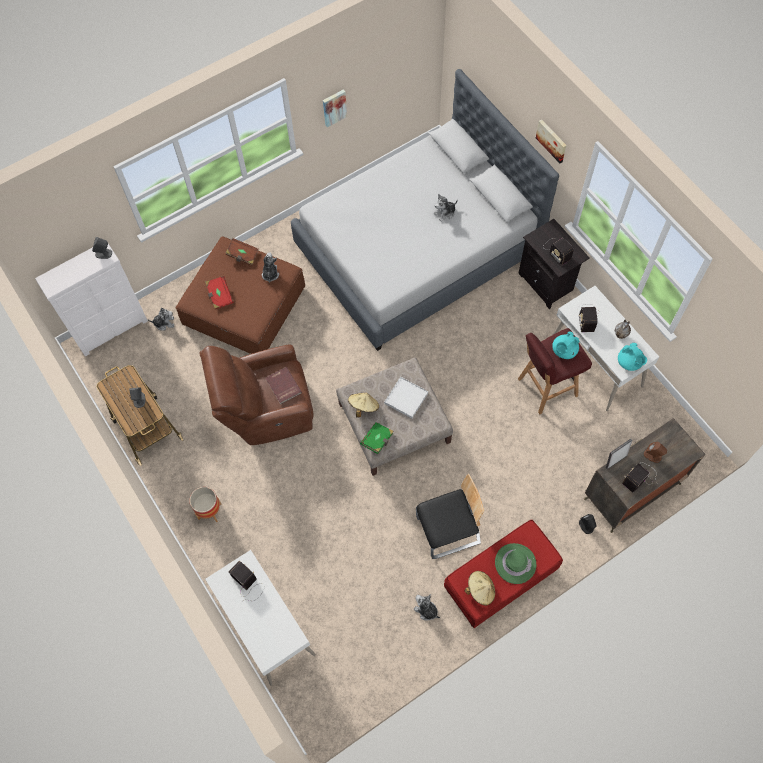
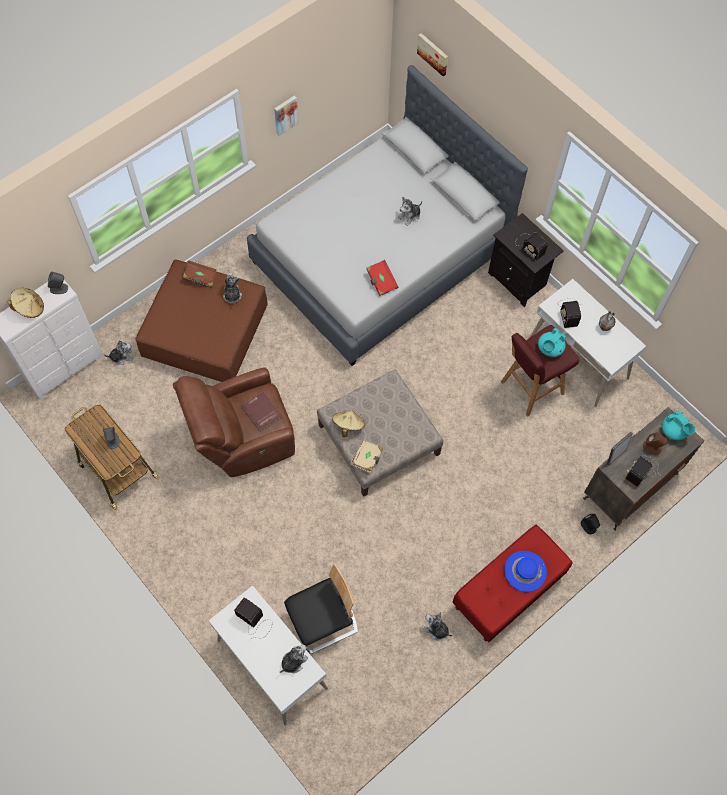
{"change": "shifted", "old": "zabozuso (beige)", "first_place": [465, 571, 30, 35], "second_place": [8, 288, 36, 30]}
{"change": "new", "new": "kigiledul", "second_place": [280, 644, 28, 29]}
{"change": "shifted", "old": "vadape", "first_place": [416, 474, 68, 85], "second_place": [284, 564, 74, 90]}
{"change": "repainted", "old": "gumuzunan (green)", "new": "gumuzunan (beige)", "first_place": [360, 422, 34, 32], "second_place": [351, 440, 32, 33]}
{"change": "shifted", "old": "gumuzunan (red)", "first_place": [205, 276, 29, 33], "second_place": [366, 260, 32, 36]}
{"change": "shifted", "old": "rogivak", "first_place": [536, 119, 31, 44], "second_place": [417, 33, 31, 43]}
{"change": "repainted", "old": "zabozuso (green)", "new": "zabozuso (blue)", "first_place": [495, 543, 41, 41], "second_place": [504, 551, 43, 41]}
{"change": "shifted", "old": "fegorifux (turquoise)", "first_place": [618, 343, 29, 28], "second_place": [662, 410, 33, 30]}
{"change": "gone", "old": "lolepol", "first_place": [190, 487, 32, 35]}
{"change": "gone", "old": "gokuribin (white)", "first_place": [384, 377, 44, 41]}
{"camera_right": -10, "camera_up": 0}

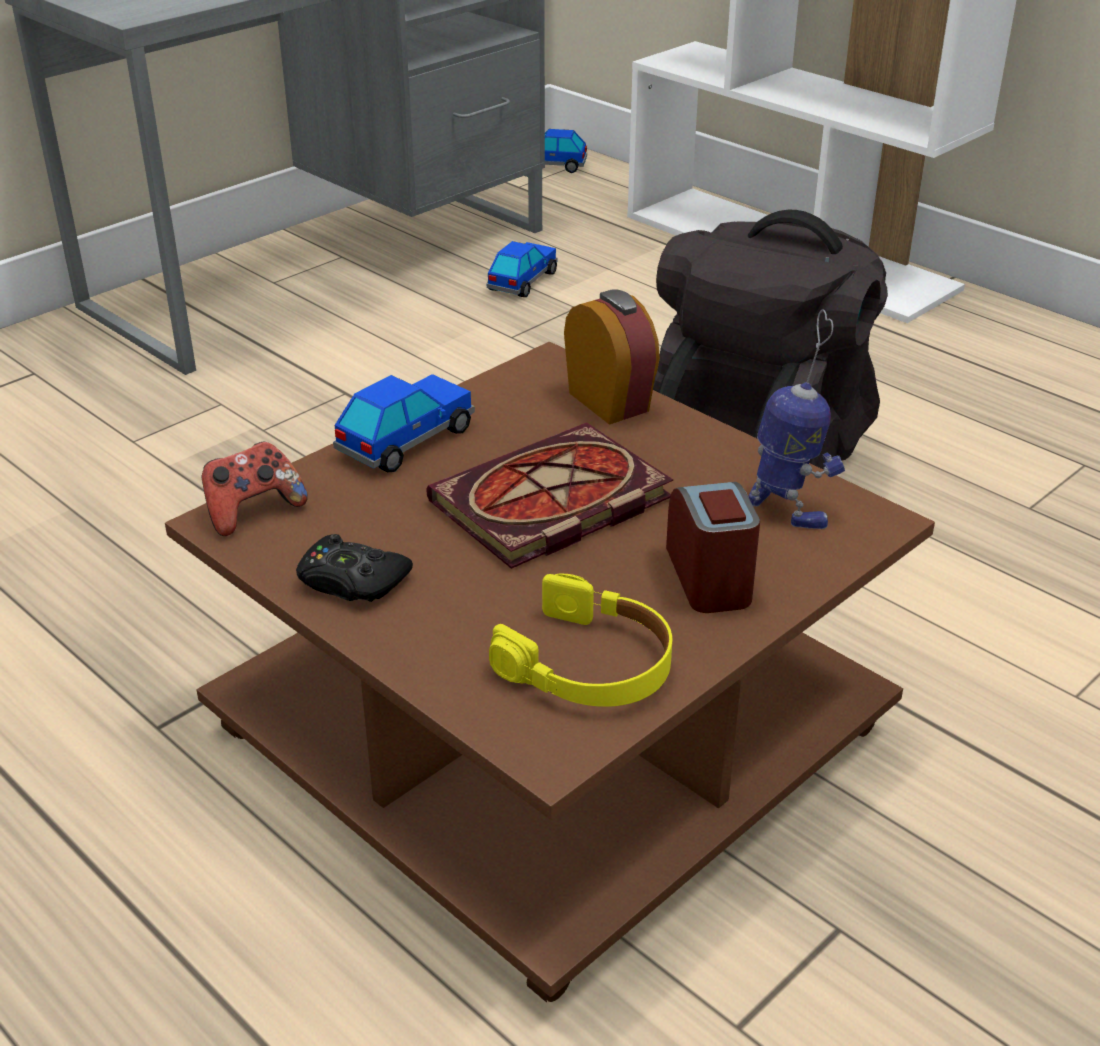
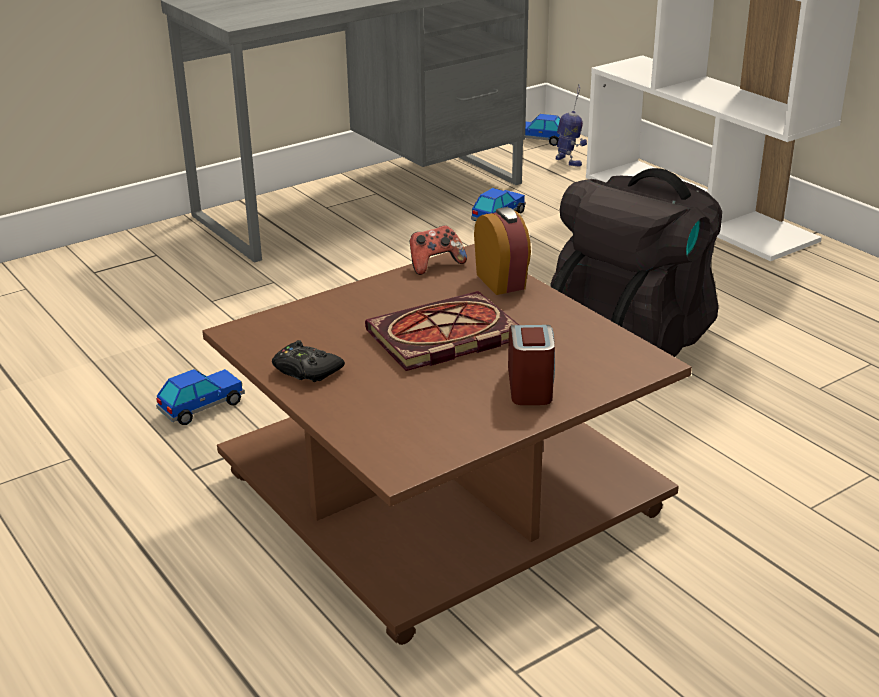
{"change": "shifted", "old": "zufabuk", "first_place": [333, 374, 142, 98], "second_place": [156, 369, 89, 56]}
{"change": "shifted", "old": "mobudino", "first_place": [202, 441, 106, 95], "second_place": [410, 225, 57, 50]}
{"change": "shifted", "old": "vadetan", "first_place": [748, 309, 97, 220], "second_place": [556, 85, 31, 81]}
{"change": "gone", "old": "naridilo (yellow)", "first_place": [489, 574, 183, 133]}
{"camera_right": 10, "camera_up": -5}

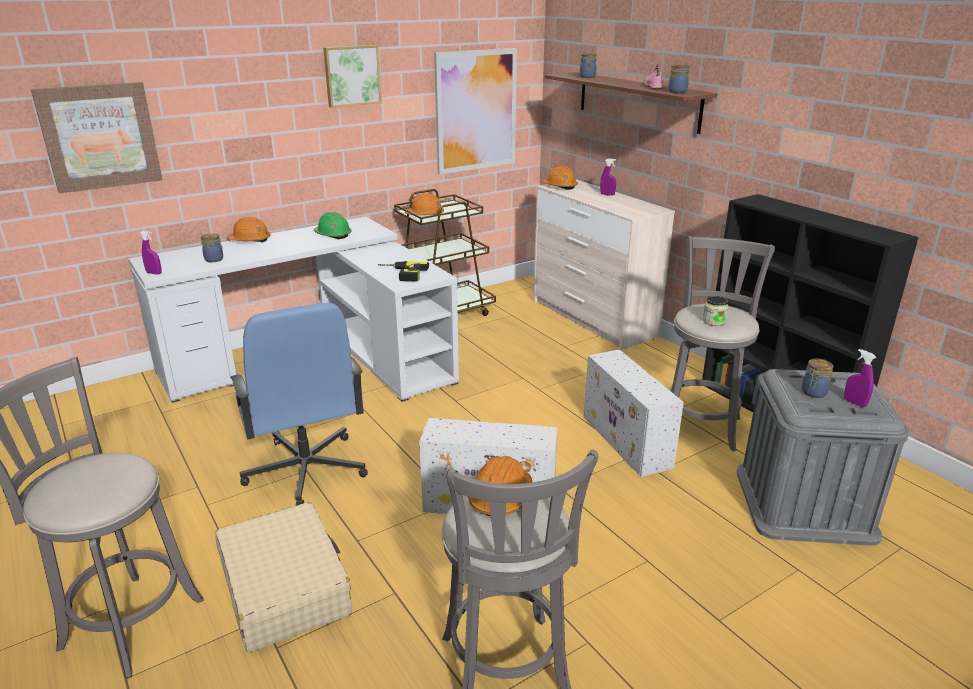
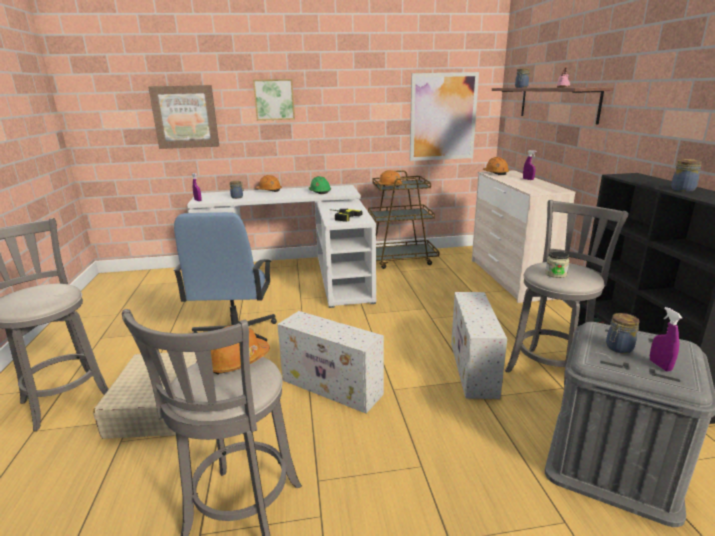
{"change": "shifted", "old": "rogivak", "first_place": [323, 45, 59, 63], "second_place": [253, 79, 42, 42]}
{"change": "shifted", "old": "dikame", "first_place": [668, 64, 22, 29], "second_place": [671, 159, 31, 33]}
{"camera_right": 25, "camera_up": -5}

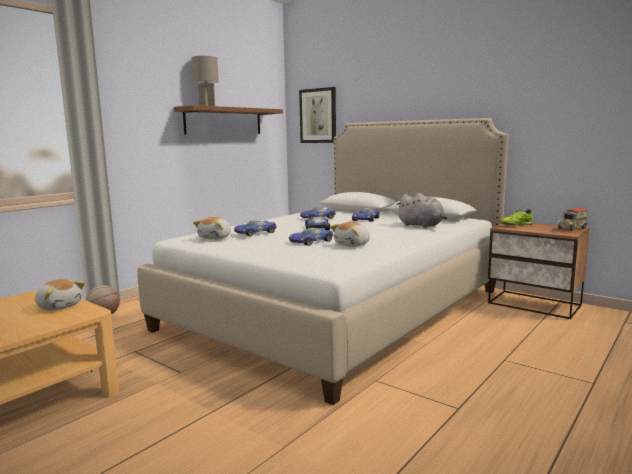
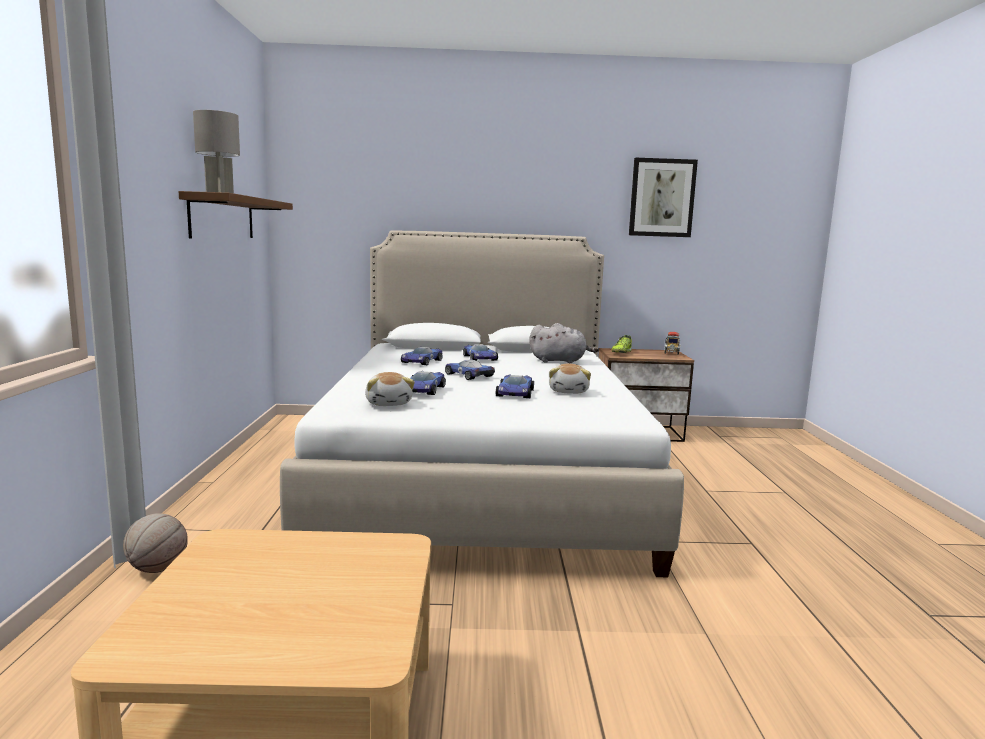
{"change": "shifted", "old": "rogivak", "first_place": [299, 87, 37, 56], "second_place": [629, 158, 69, 79]}
{"change": "gone", "old": "kigiledul", "first_place": [35, 279, 50, 31]}
{"camera_right": -40, "camera_up": 0}

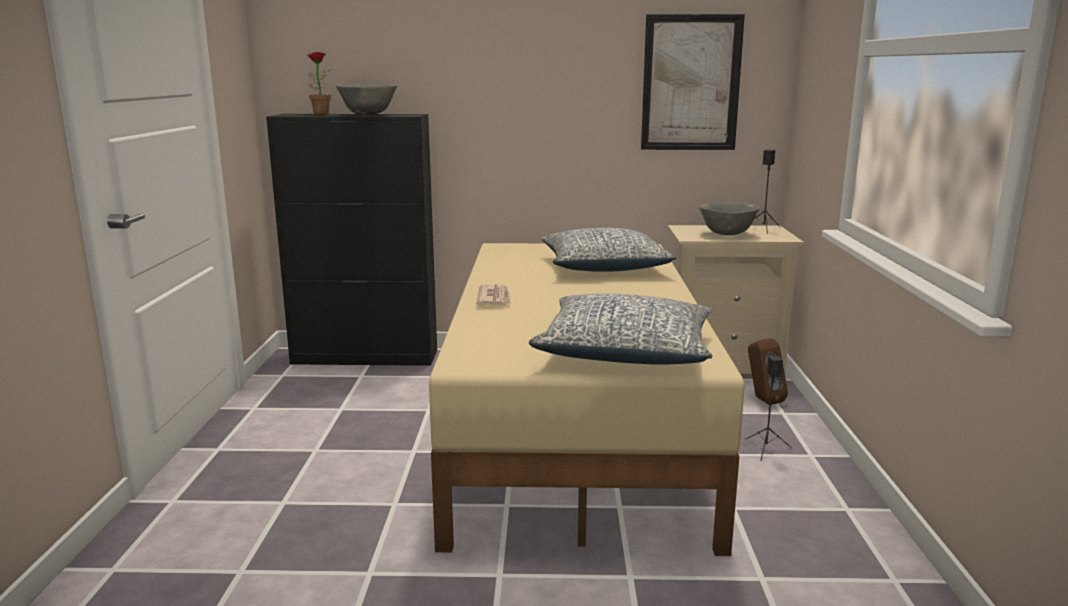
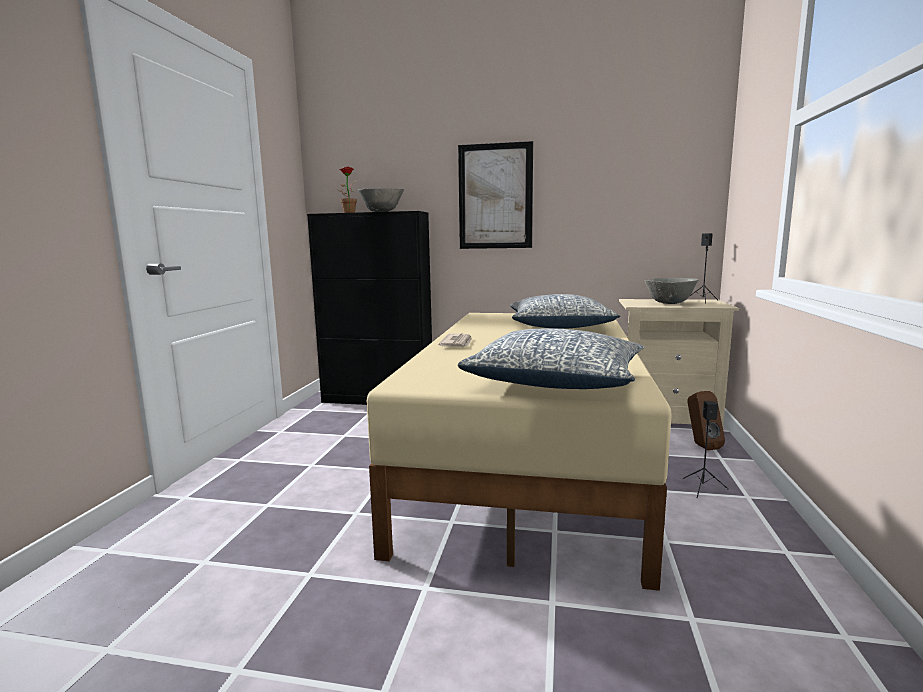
{"change": "shifted", "old": "rogivak", "first_place": [641, 14, 104, 136], "second_place": [458, 141, 75, 108]}
{"camera_right": 10, "camera_up": -5}

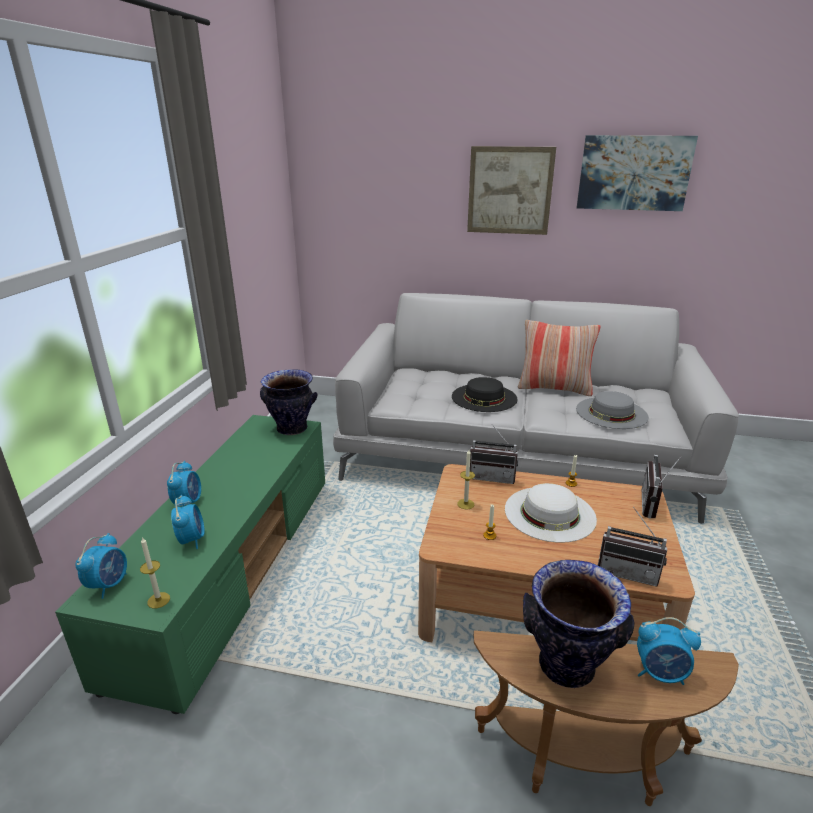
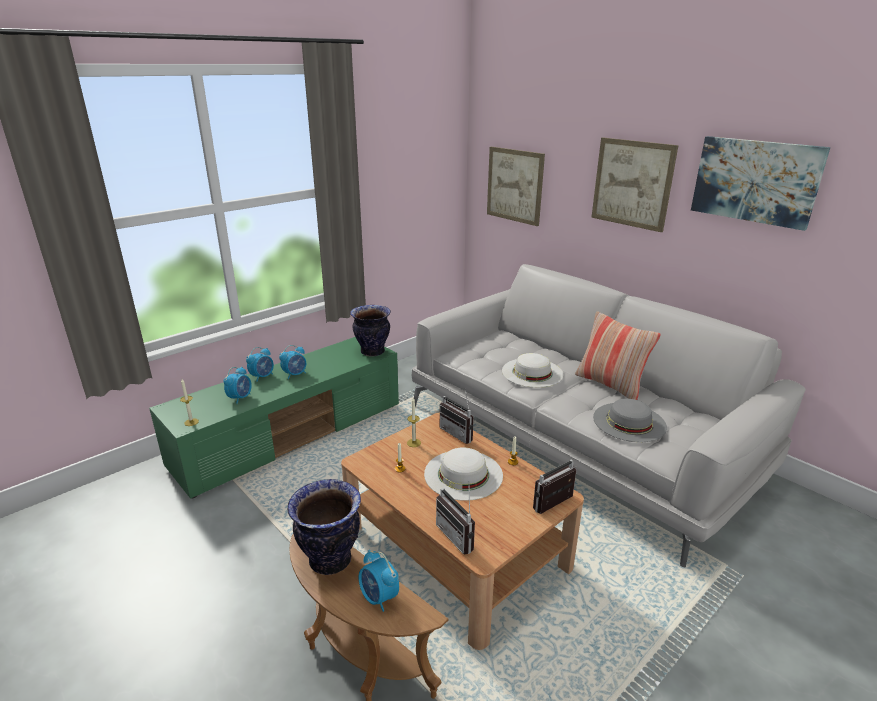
{"change": "shifted", "old": "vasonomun", "first_place": [75, 533, 52, 66], "second_place": [279, 345, 27, 35]}
{"change": "new", "new": "rogivak", "second_place": [487, 147, 58, 79]}
{"change": "repainted", "old": "zabozuso (black)", "new": "zabozuso (white)", "first_place": [452, 377, 66, 35], "second_place": [502, 353, 62, 35]}
{"camera_right": 35, "camera_up": 0}

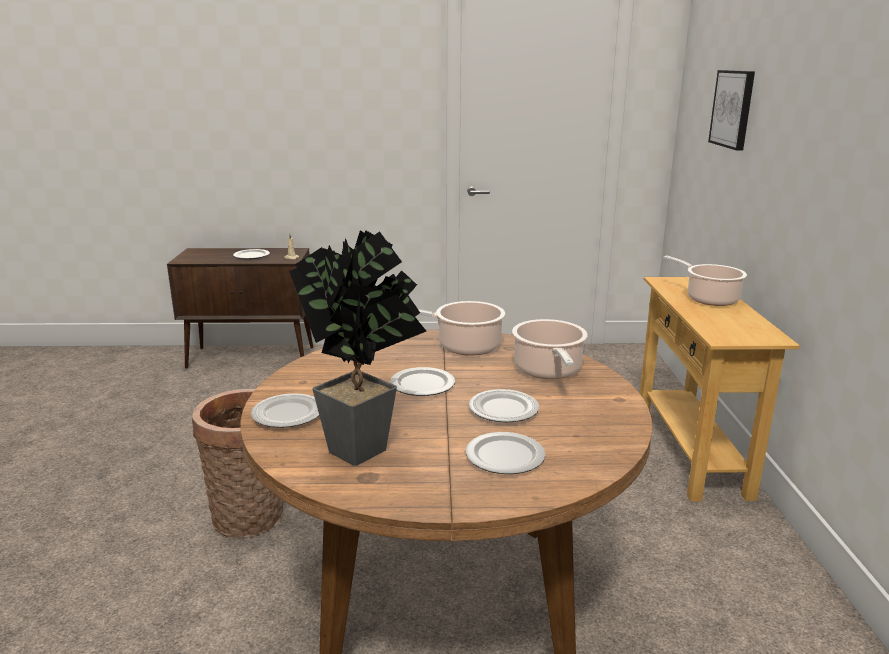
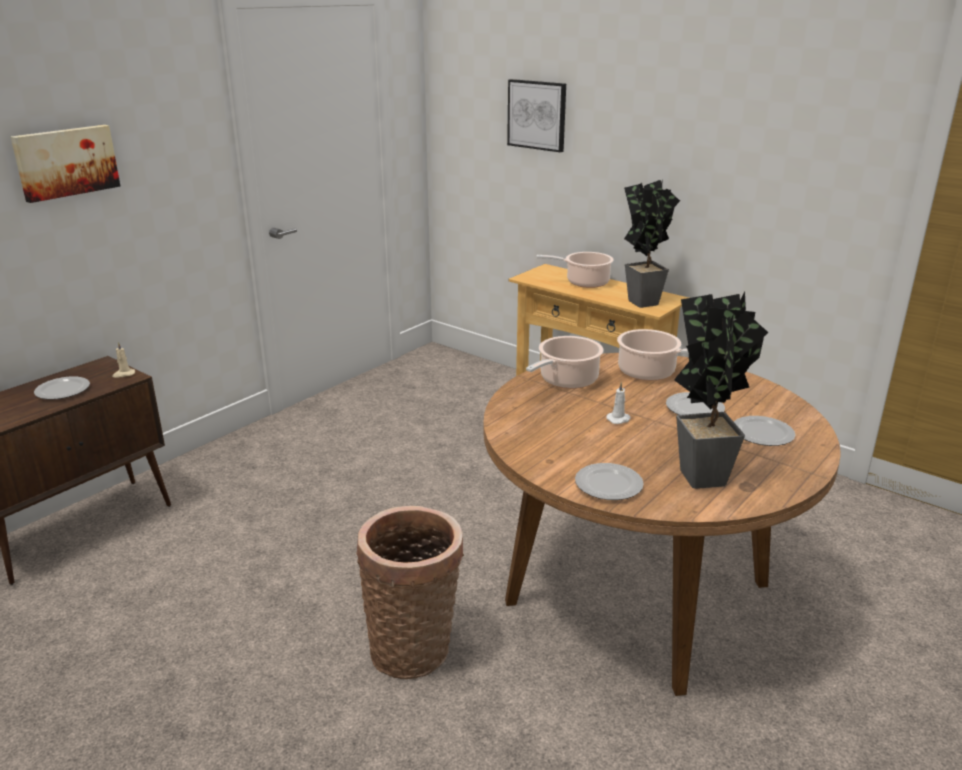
{"change": "new", "new": "rogivak", "second_place": [11, 125, 109, 78]}
{"change": "swapped", "old": "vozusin", "new": "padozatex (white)", "first_place": [390, 367, 65, 29], "second_place": [606, 382, 25, 42]}
{"change": "new", "new": "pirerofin", "second_place": [624, 180, 56, 128]}
{"camera_right": -50, "camera_up": 5}

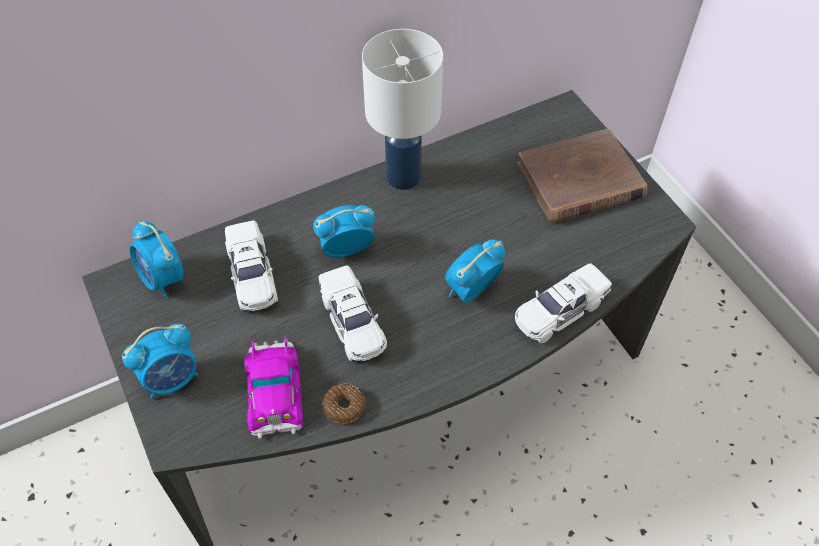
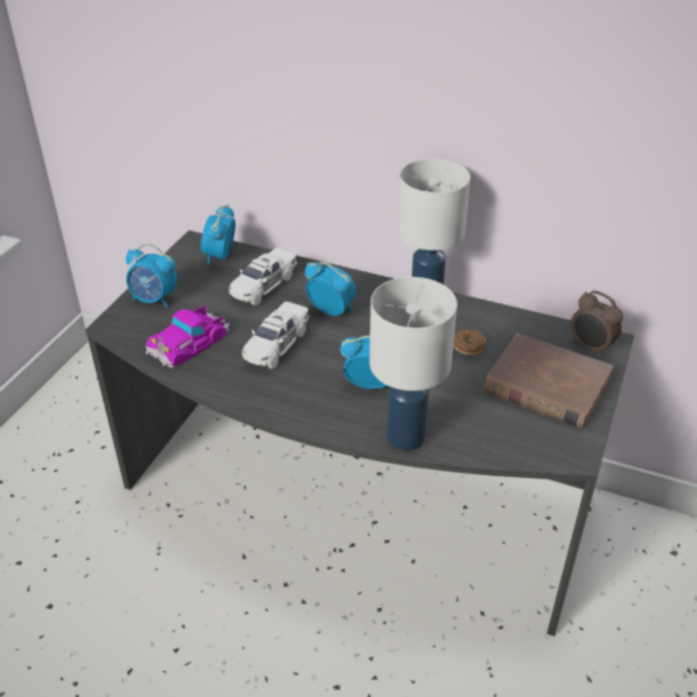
{"change": "swapped", "old": "zufabuk (white)", "new": "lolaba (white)", "first_place": [515, 263, 97, 81], "second_place": [370, 277, 87, 174]}
{"change": "shifted", "old": "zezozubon", "first_place": [322, 383, 43, 41], "second_place": [453, 329, 34, 26]}
{"change": "new", "new": "vasonomun", "second_place": [571, 290, 52, 66]}
{"camera_right": 50, "camera_up": -15}

